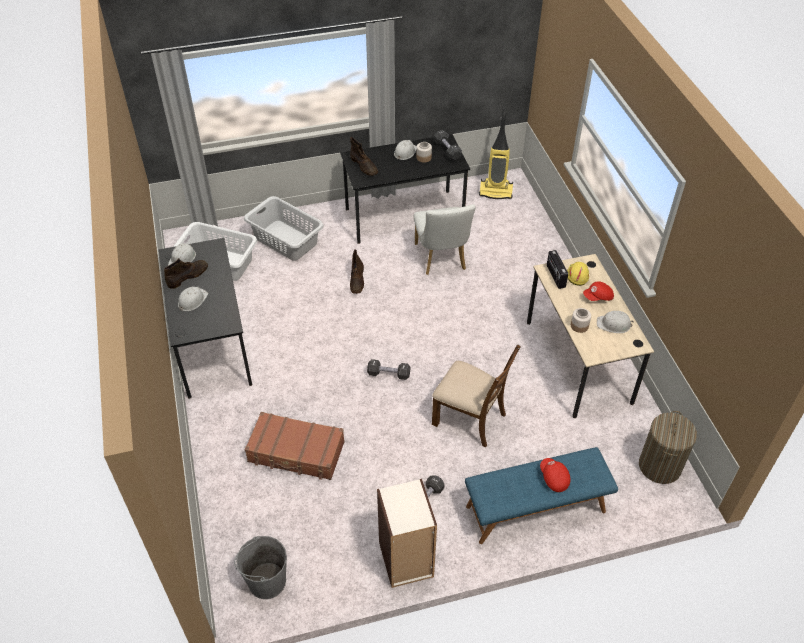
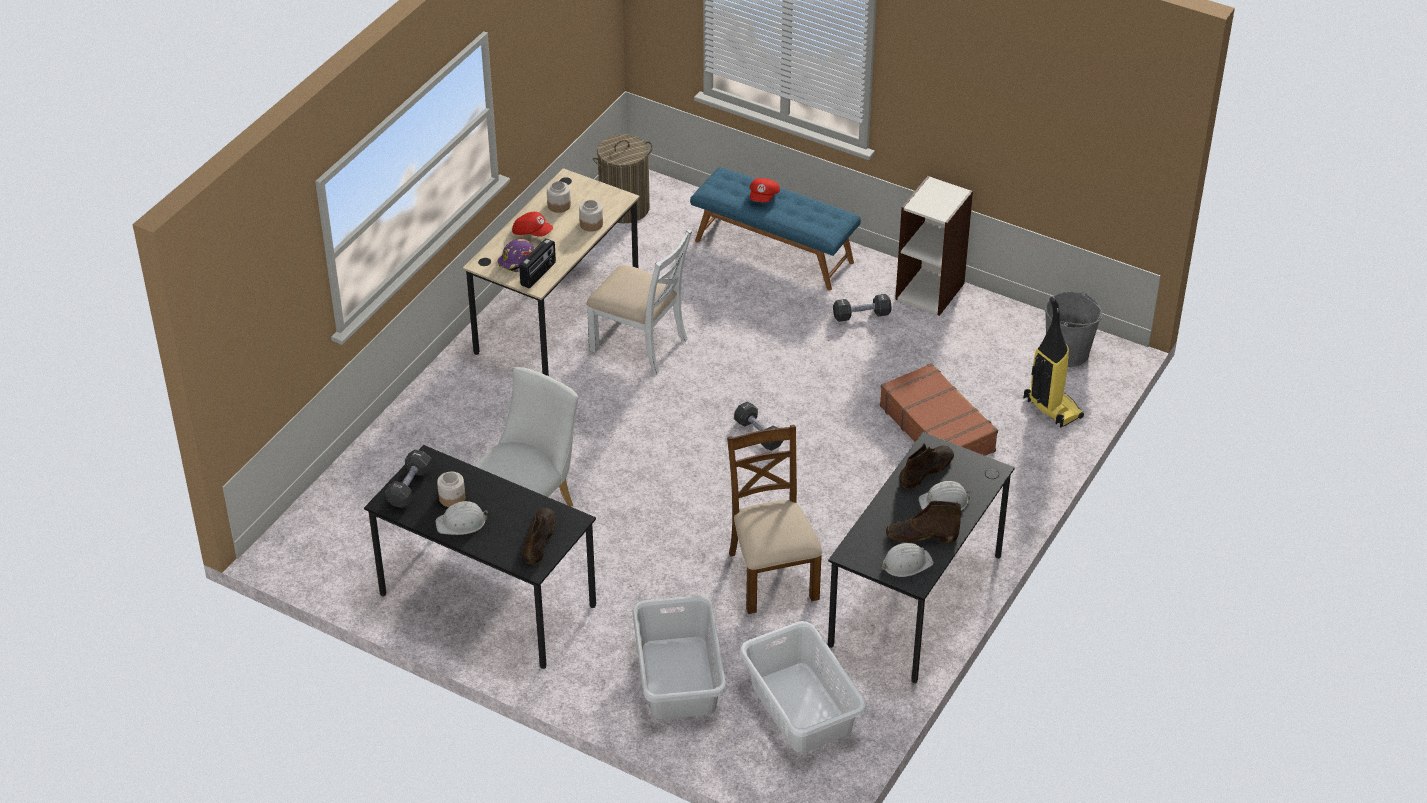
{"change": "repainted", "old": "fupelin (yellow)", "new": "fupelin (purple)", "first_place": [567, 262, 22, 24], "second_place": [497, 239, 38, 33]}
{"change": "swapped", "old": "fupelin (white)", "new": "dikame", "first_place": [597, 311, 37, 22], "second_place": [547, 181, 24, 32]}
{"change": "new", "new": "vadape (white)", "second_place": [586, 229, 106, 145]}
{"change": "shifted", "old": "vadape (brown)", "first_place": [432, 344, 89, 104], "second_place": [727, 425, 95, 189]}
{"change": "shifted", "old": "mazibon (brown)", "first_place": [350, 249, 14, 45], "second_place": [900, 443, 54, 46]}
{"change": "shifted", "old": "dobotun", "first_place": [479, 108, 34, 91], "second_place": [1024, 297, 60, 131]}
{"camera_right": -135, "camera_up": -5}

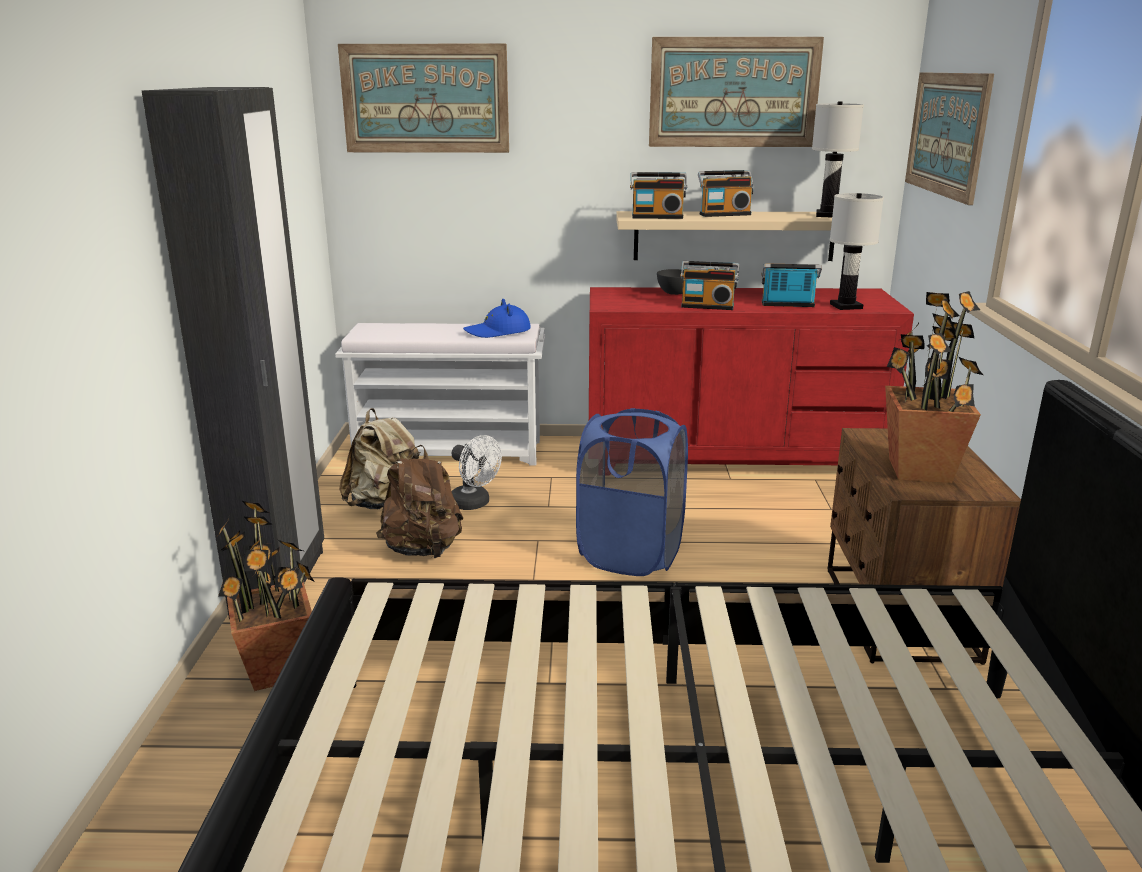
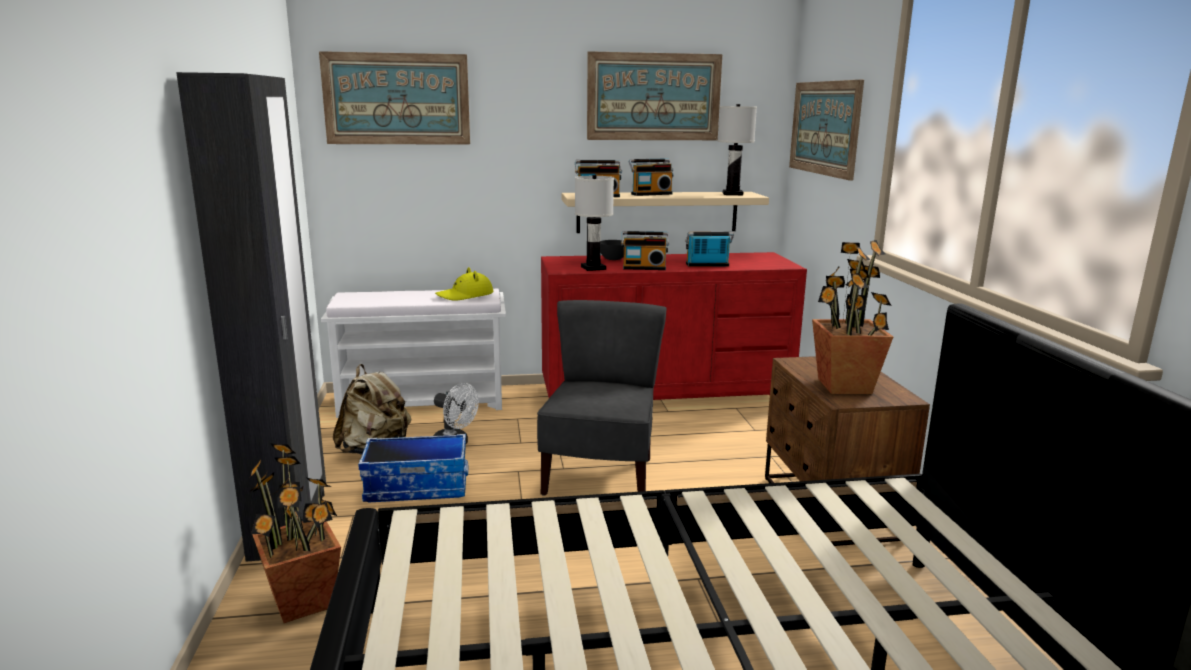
{"change": "swapped", "old": "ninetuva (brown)", "new": "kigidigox", "first_place": [376, 445, 87, 113], "second_place": [358, 434, 110, 68]}
{"change": "repainted", "old": "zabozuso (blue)", "new": "zabozuso (yellow)", "first_place": [463, 299, 68, 39], "second_place": [435, 267, 58, 33]}
{"change": "swapped", "old": "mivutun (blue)", "new": "vadape (grey)", "first_place": [576, 408, 112, 168], "second_place": [537, 300, 130, 196]}
{"change": "shifted", "old": "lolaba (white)", "first_place": [830, 193, 54, 117], "second_place": [575, 175, 39, 96]}
{"camera_right": -10, "camera_up": -5}

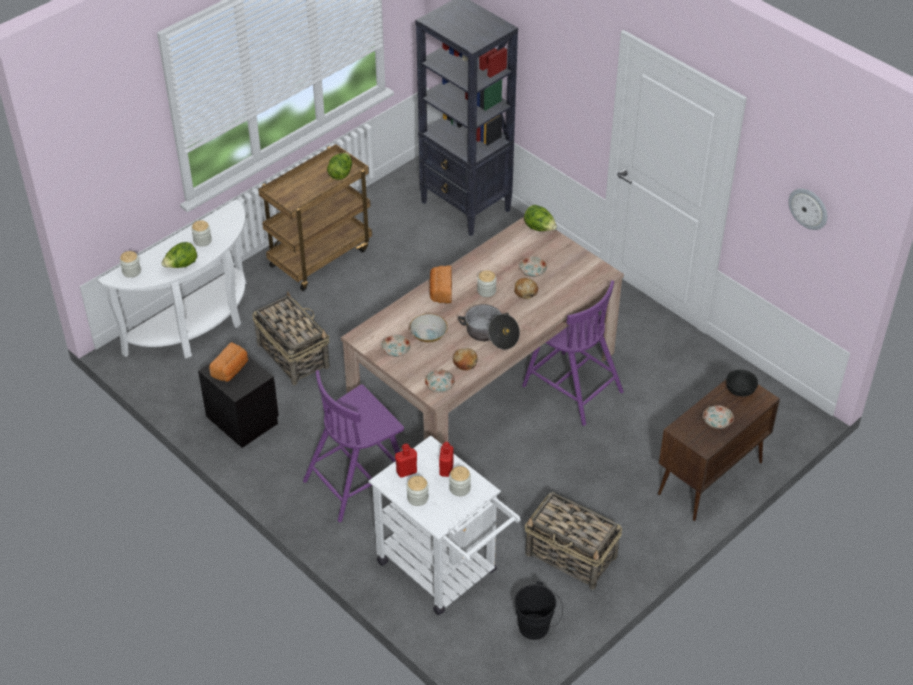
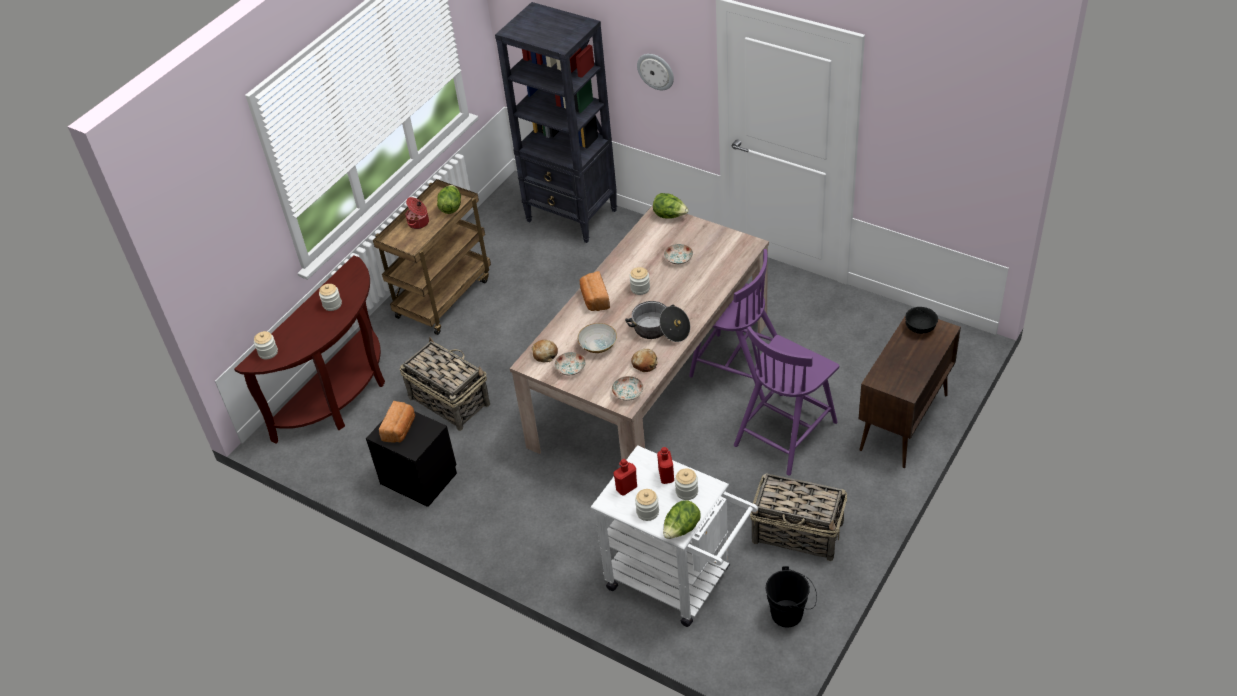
{"change": "repainted", "old": "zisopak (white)", "new": "zisopak (brown)", "first_place": [97, 199, 149, 160], "second_place": [234, 255, 151, 189]}
{"change": "new", "new": "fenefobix", "second_place": [405, 197, 24, 32]}
{"change": "shifted", "old": "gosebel", "first_place": [514, 278, 24, 21], "second_place": [531, 340, 27, 22]}
{"change": "shifted", "old": "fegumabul", "first_place": [788, 188, 39, 42], "second_place": [637, 54, 37, 36]}
{"change": "shifted", "old": "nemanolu", "first_place": [161, 242, 36, 26], "second_place": [663, 500, 38, 39]}
{"change": "shifted", "old": "vadape (purple)", "first_place": [303, 370, 101, 152], "second_place": [734, 326, 105, 150]}
{"change": "gone", "old": "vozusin", "first_place": [703, 405, 31, 24]}
{"camera_right": -10, "camera_up": 0}

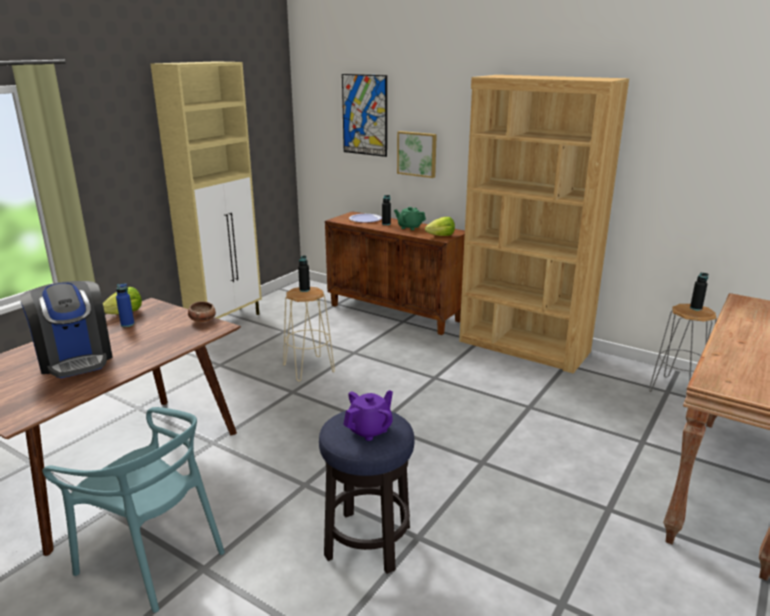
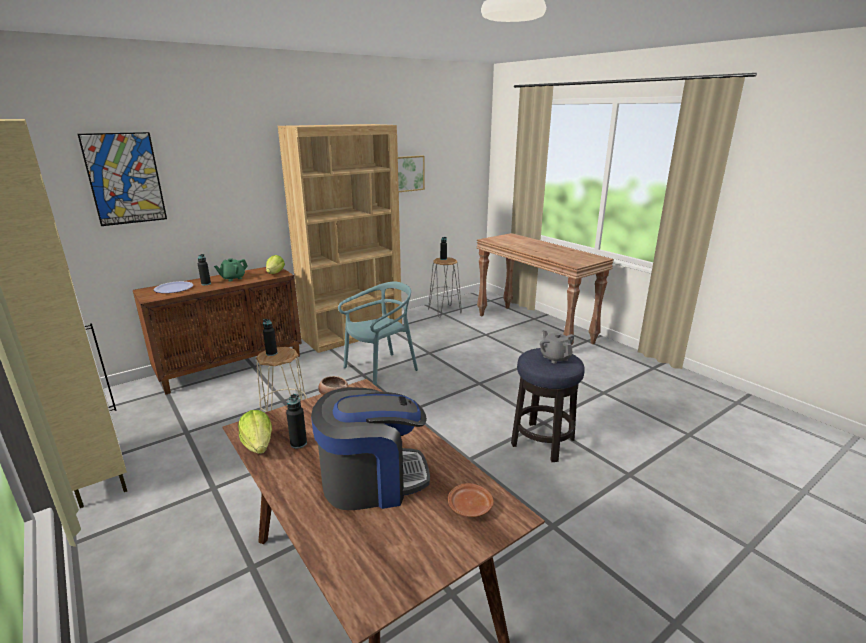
{"change": "repainted", "old": "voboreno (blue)", "new": "voboreno (black)", "first_place": [116, 284, 18, 43], "second_place": [286, 394, 21, 55]}
{"change": "shifted", "old": "vadape (turquoise)", "first_place": [42, 407, 183, 206], "second_place": [338, 282, 80, 105]}
{"change": "shifted", "old": "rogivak", "first_place": [397, 131, 40, 47], "second_place": [398, 156, 27, 36]}
{"change": "new", "new": "vozusin (brown)", "second_place": [448, 483, 46, 34]}
{"change": "repainted", "old": "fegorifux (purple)", "new": "fegorifux (grey)", "first_place": [343, 390, 50, 51], "second_place": [540, 330, 34, 34]}
{"camera_right": -70, "camera_up": 0}

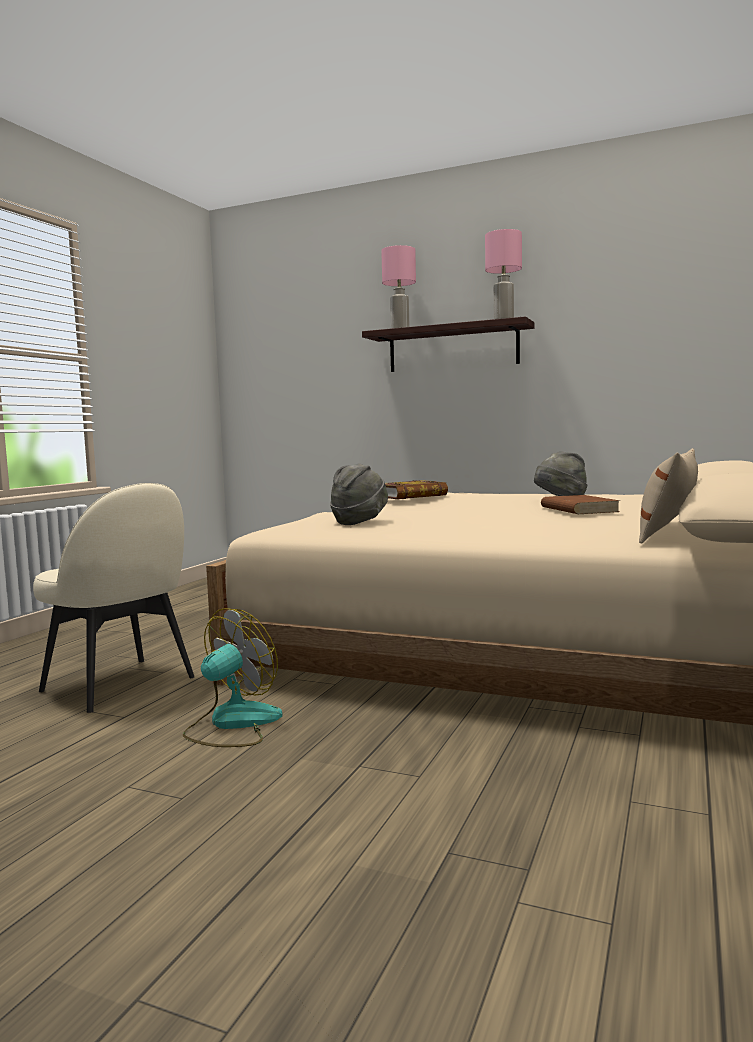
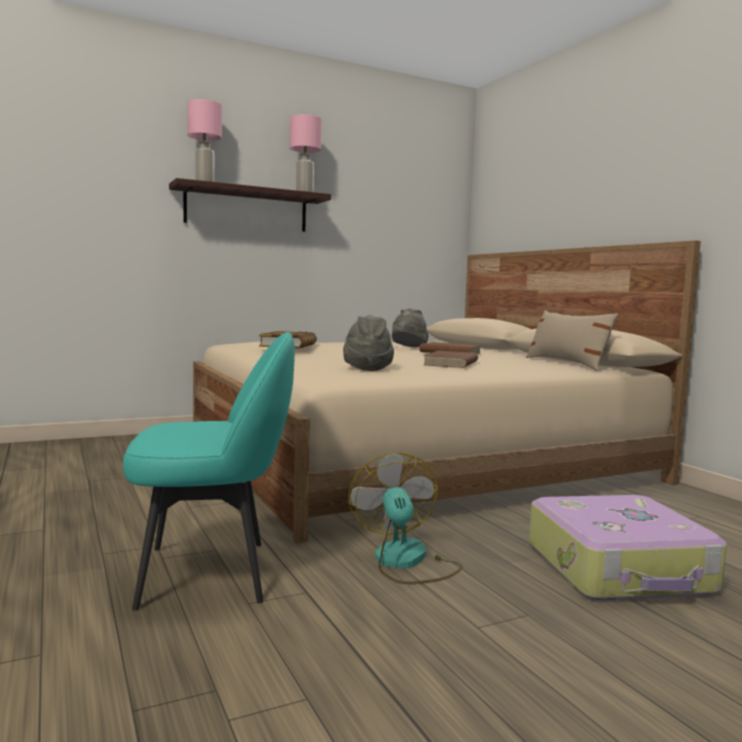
{"change": "repainted", "old": "vadape (beige)", "new": "vadape (turquoise)", "first_place": [33, 483, 161, 230], "second_place": [123, 332, 172, 279]}
{"change": "new", "new": "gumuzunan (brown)", "second_place": [423, 351, 55, 17]}
{"change": "new", "new": "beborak", "second_place": [529, 495, 198, 106]}
{"camera_right": -50, "camera_up": 0}

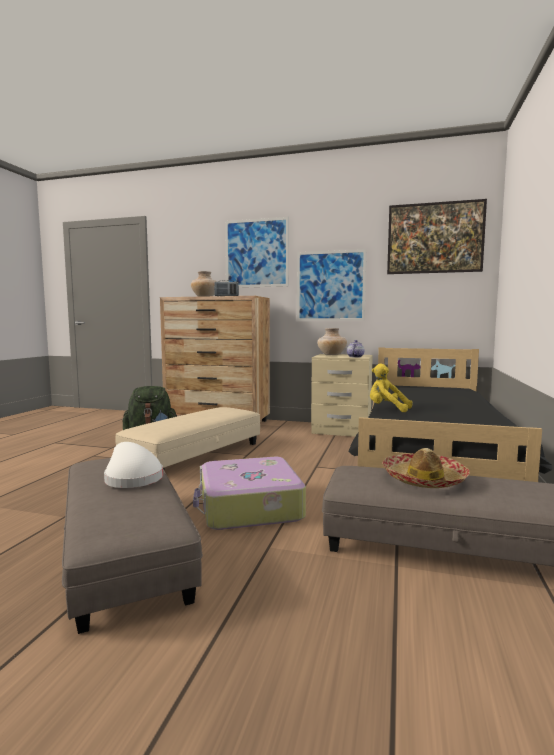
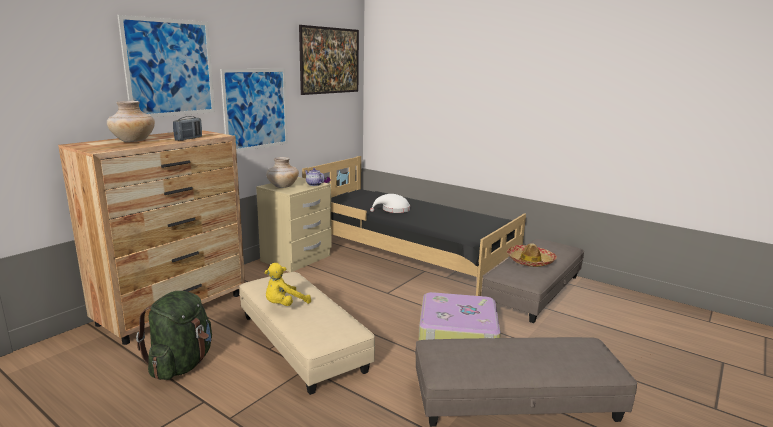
{"change": "shifted", "old": "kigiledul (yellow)", "first_place": [370, 363, 42, 49], "second_place": [264, 263, 47, 43]}
{"change": "shifted", "old": "zabozuso (white)", "first_place": [104, 442, 59, 46], "second_place": [370, 194, 40, 19]}
{"camera_right": -70, "camera_up": 10}

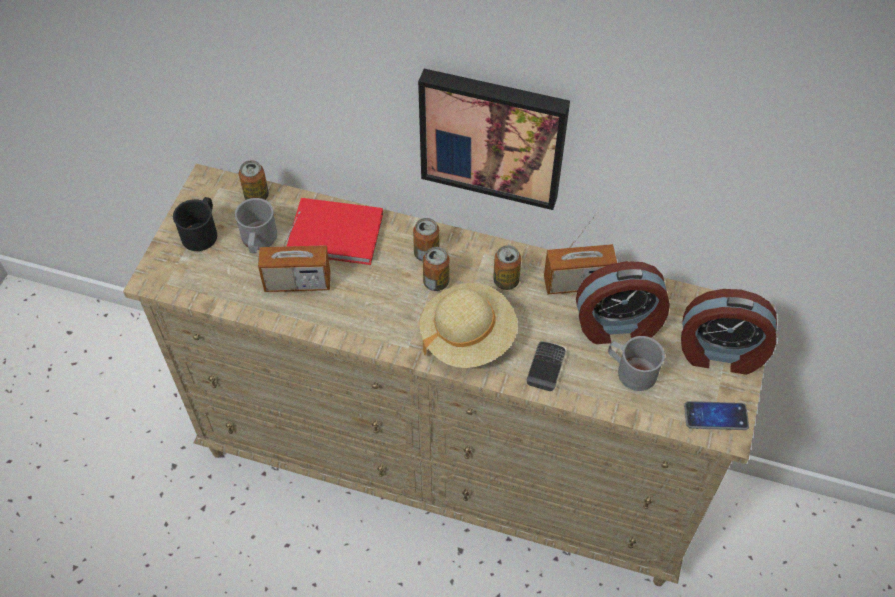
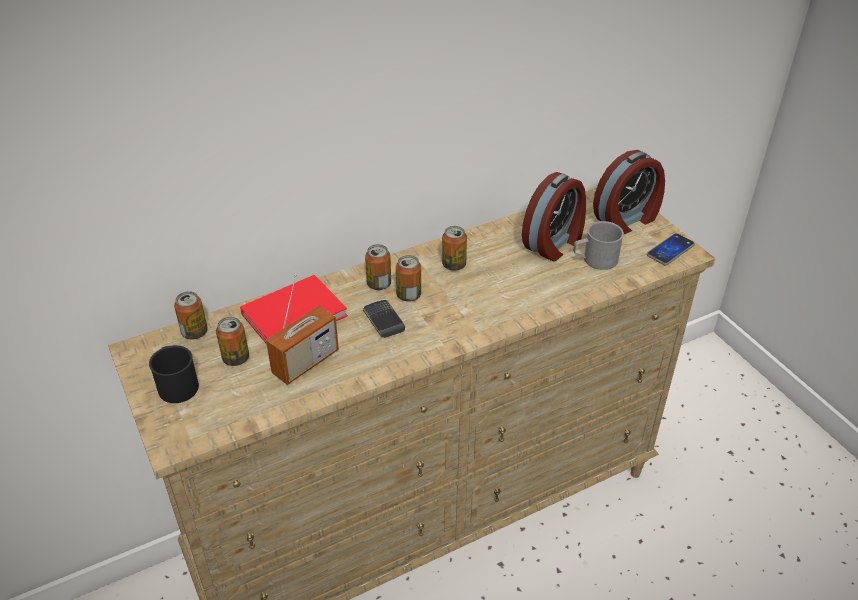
{"change": "swapped", "old": "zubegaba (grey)", "new": "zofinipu", "first_place": [235, 198, 42, 55], "second_place": [216, 317, 33, 49]}
{"change": "shifted", "old": "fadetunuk", "first_place": [527, 341, 39, 50], "second_place": [363, 300, 42, 38]}
{"change": "gone", "old": "rogivak", "first_place": [418, 69, 152, 141]}
{"change": "gone", "old": "zabozuso (beige)", "first_place": [420, 283, 98, 85]}
{"change": "gone", "old": "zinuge", "first_place": [544, 211, 73, 83]}
{"camera_right": -45, "camera_up": -15}

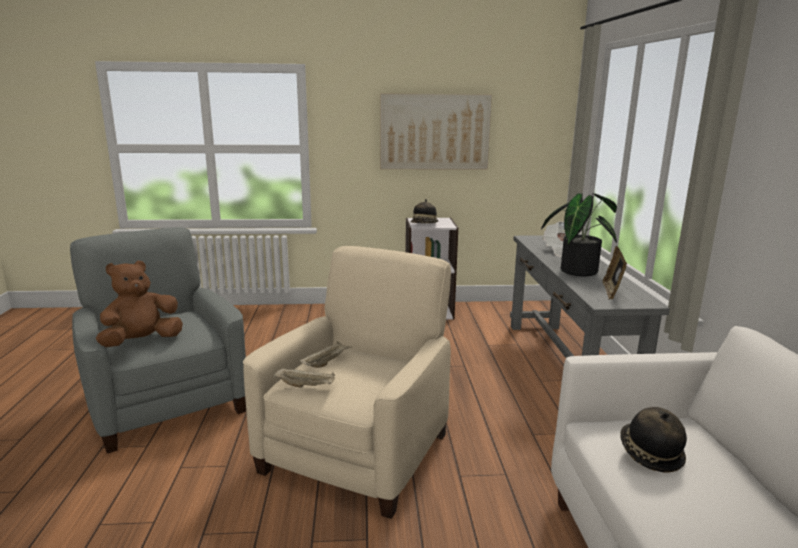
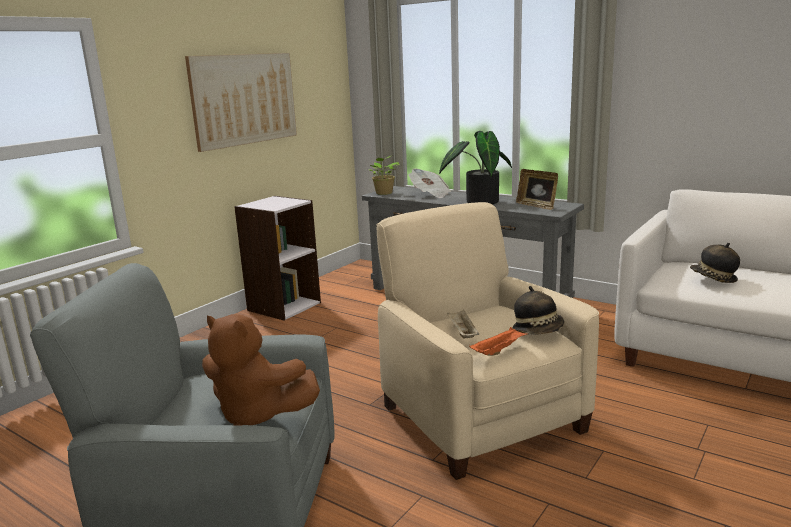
{"change": "rotated", "old": "kigiledul (brown)", "first_place": [96, 261, 87, 86], "second_place": [202, 314, 118, 112], "degrees": -60}
{"change": "new", "new": "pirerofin", "second_place": [369, 155, 31, 40]}
{"change": "repainted", "old": "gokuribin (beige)", "new": "gokuribin (orange)", "first_place": [273, 367, 62, 21], "second_place": [469, 327, 58, 29]}
{"change": "shifted", "old": "zabozuso", "first_place": [410, 199, 28, 24], "second_place": [512, 286, 52, 49]}
{"camera_right": -50, "camera_up": 0}

